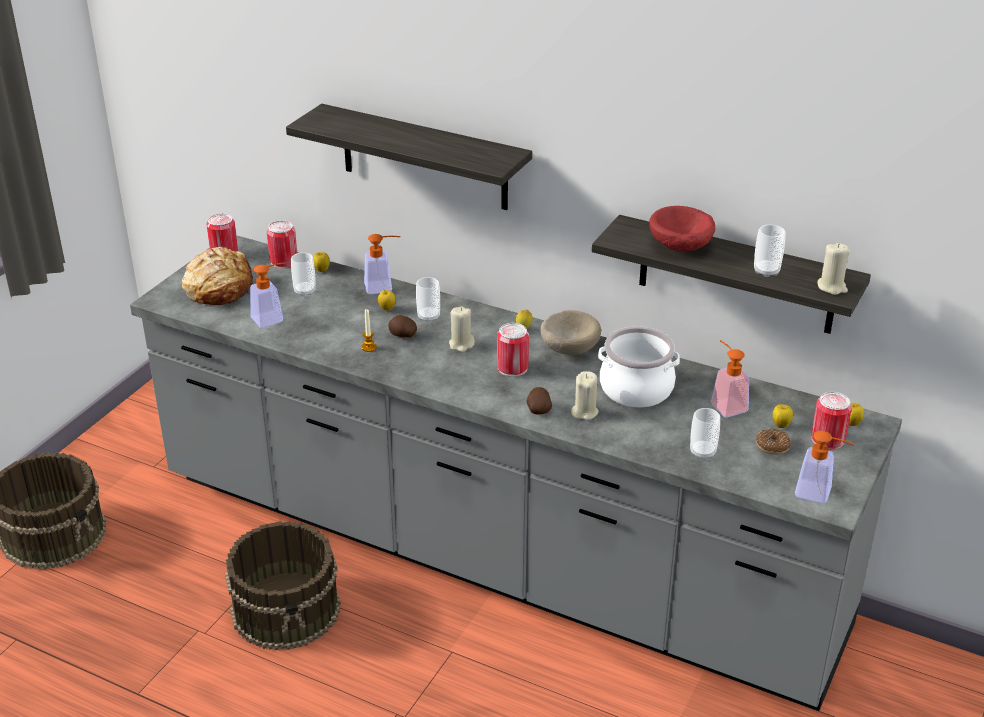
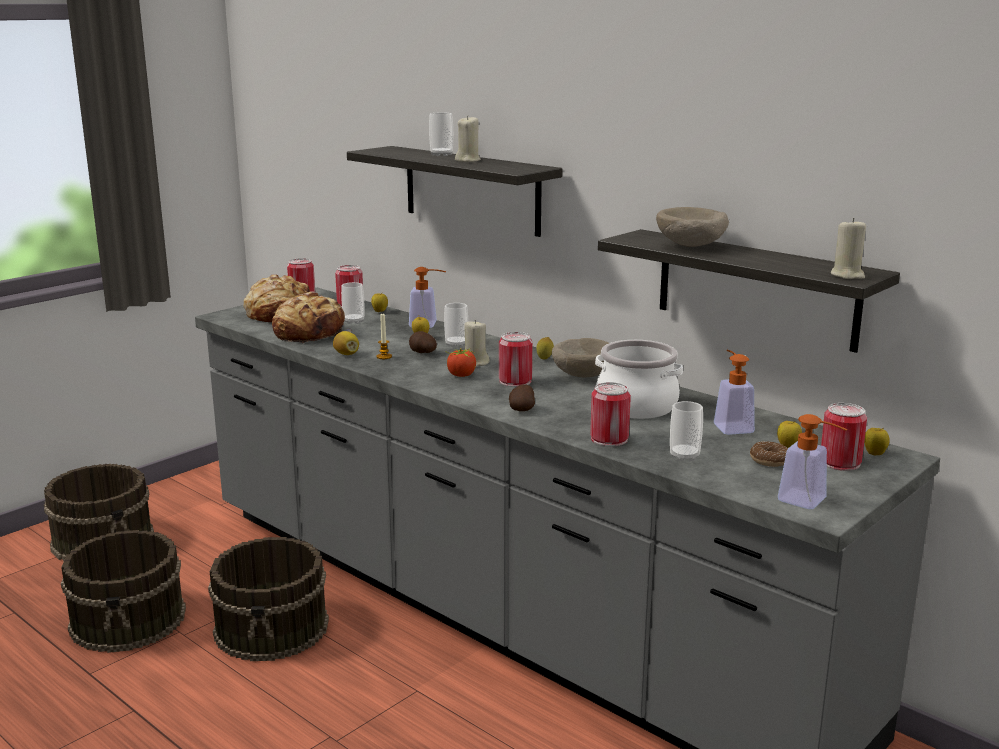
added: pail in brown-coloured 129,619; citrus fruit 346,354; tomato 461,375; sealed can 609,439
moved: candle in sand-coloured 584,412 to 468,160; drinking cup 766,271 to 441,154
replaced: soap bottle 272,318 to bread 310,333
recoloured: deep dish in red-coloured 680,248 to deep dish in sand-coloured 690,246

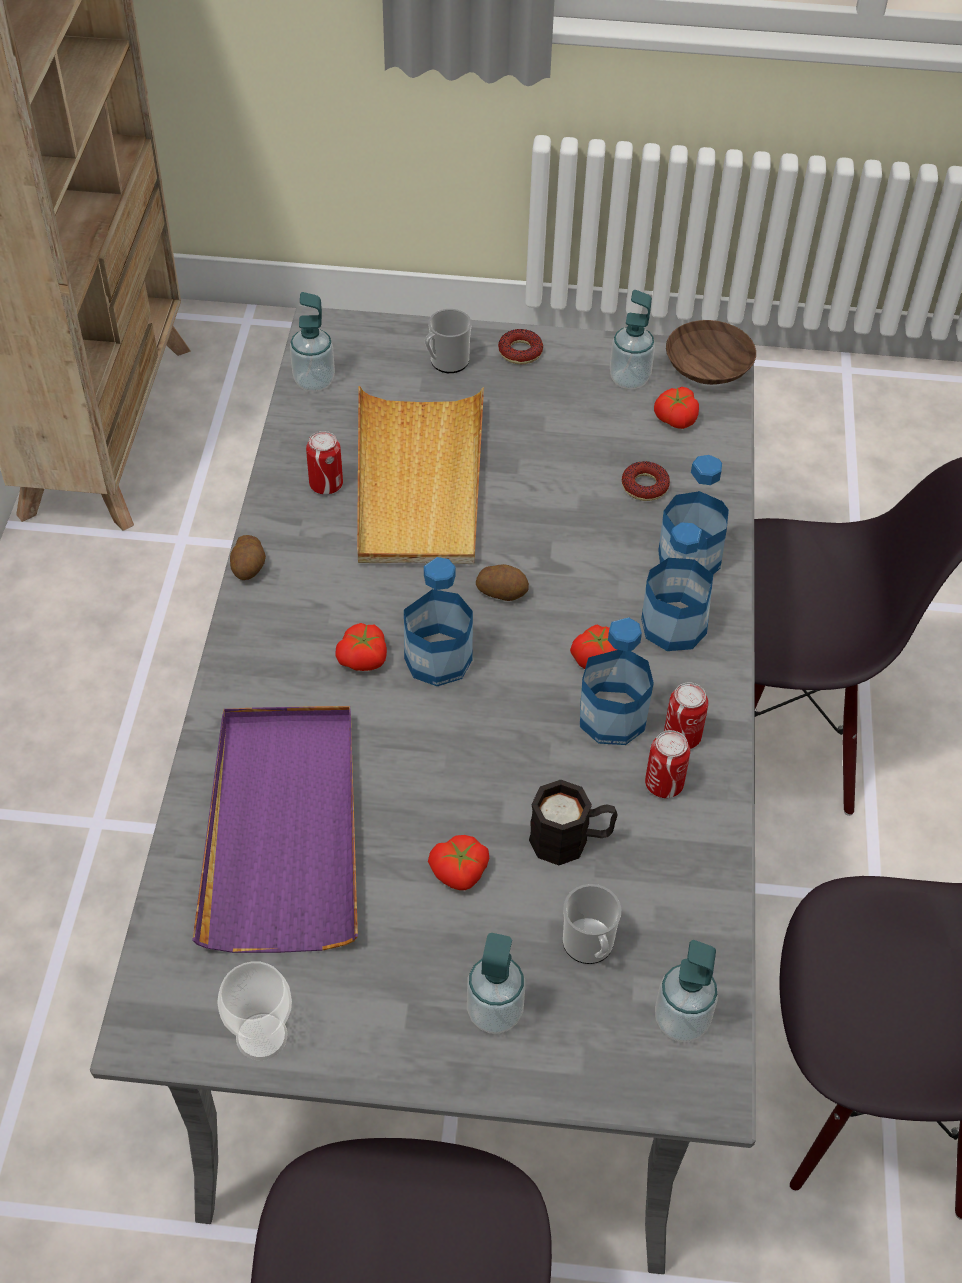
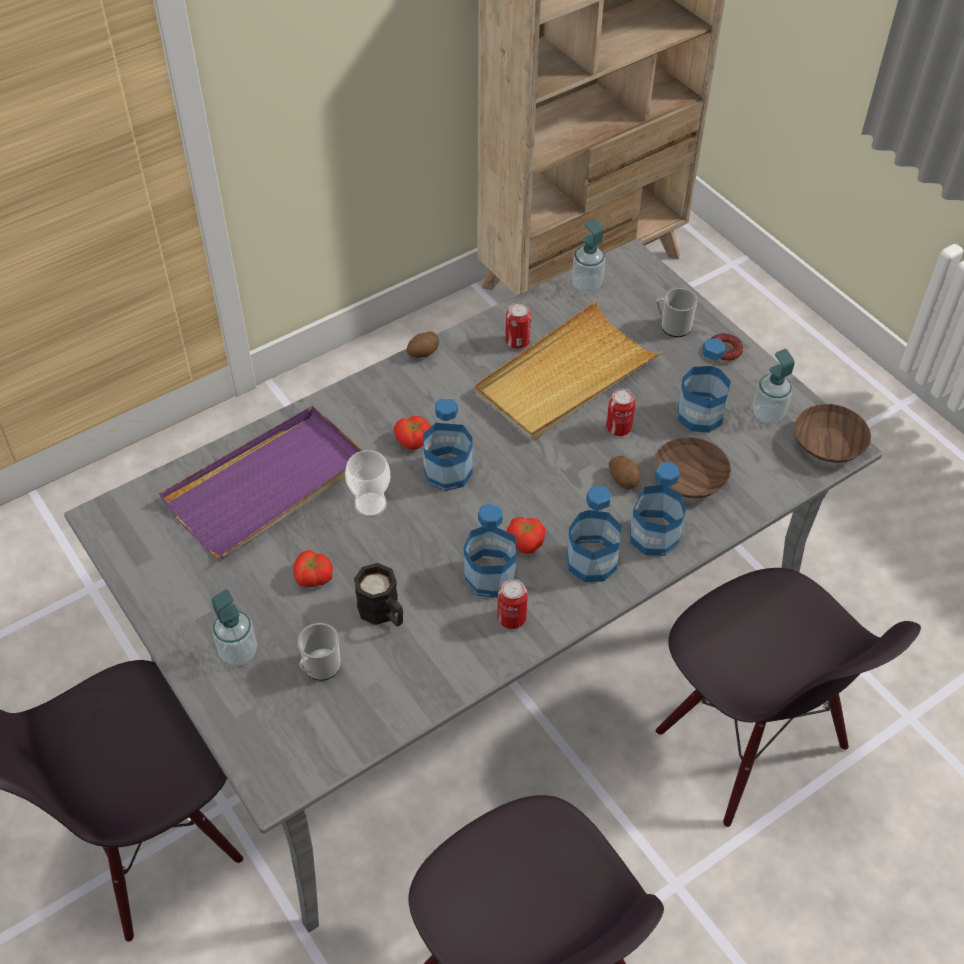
removed: tomato 674,419; soap bottle 681,1020
added: beverage bottle 700,415
moved: drinking cup 261,1036 to 370,505; whole potato 502,591 to 624,479; sealed can 664,784 to 618,428
replaced: donut 645,486 to deep dish in brown-coloured 687,478

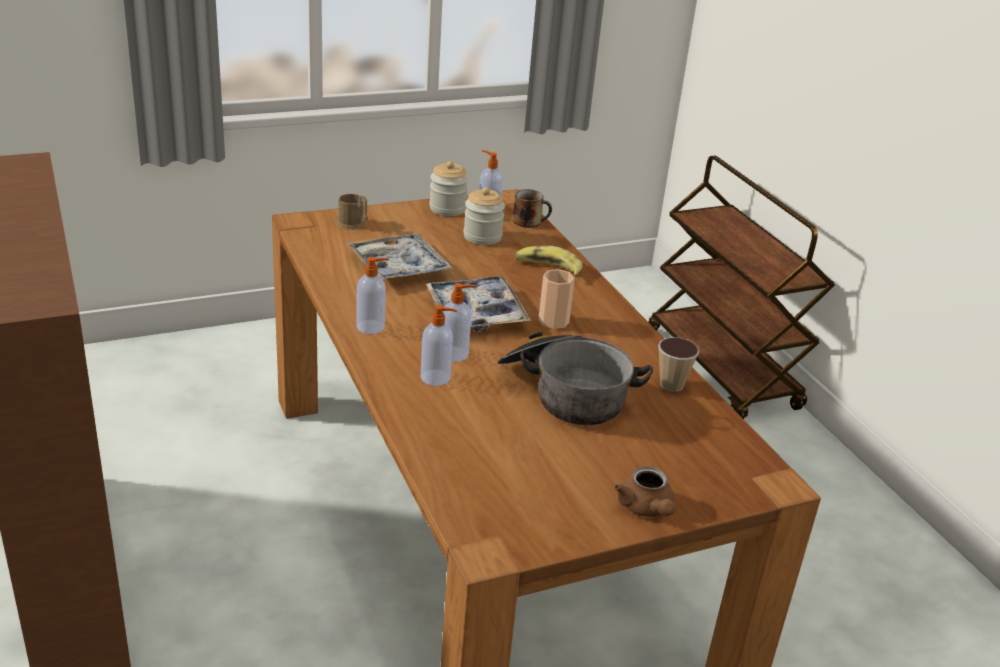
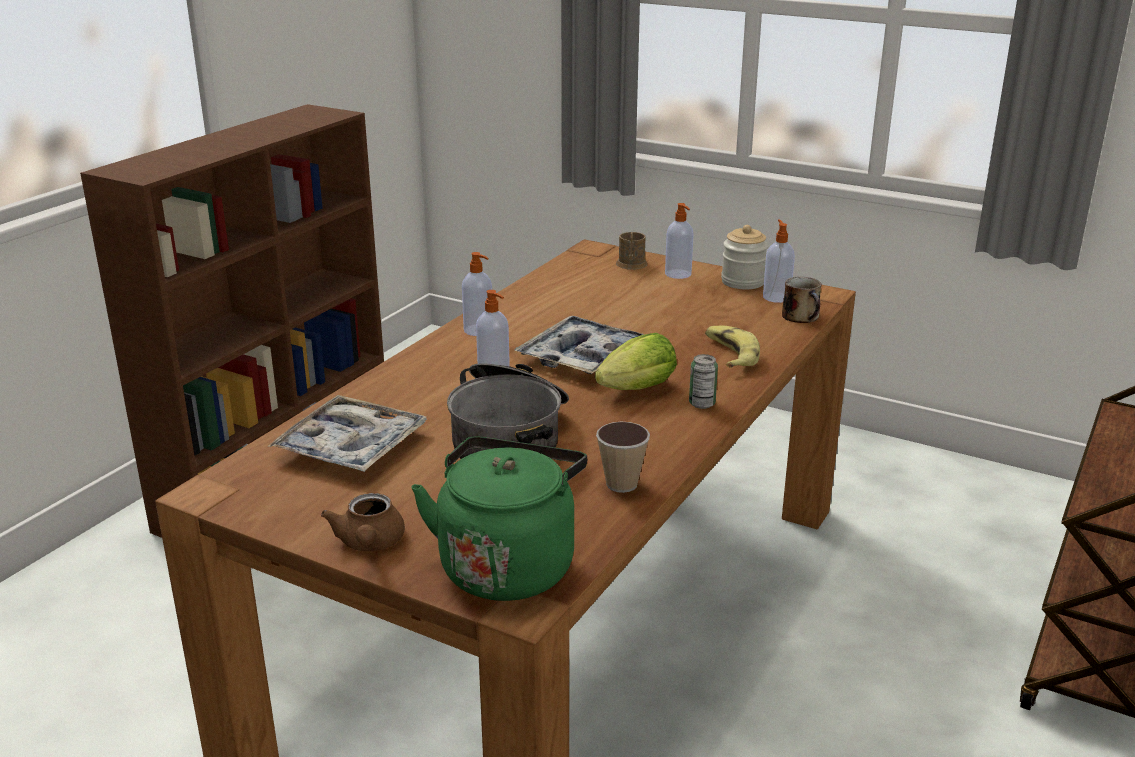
removed: jar 482,236
added: kettle in green-coloured 508,565; sealed can 702,404
moved: serving tray 398,267 to 351,446; soap bottle 436,378 to 678,274
replaced: drinking cup 553,321 to head of lettuce 633,391
turned: teapot in brown-coloured 646,509 = 369,544 45 degrees counterclockwise

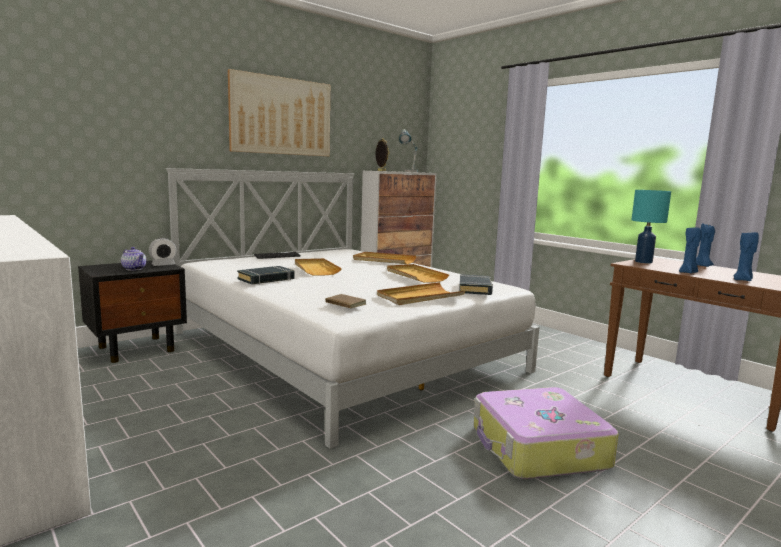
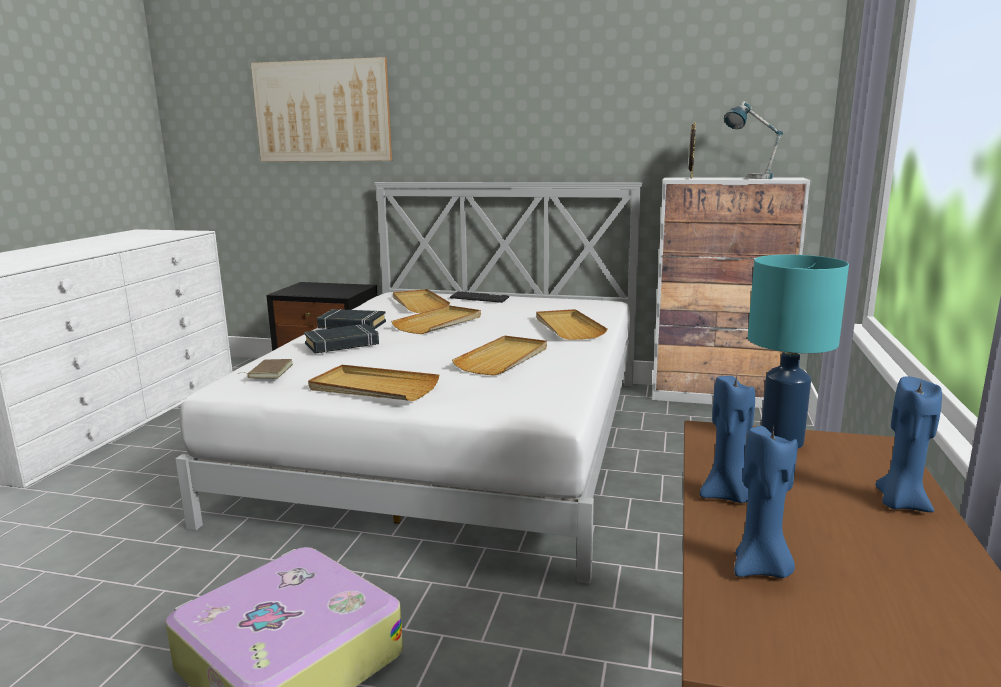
removed: teapot 135,269; alarm clock 163,265
added: serving tray in sand-coloured 419,304
moved: wall art 281,116 to 322,111; bound book in black 475,288 to 342,344

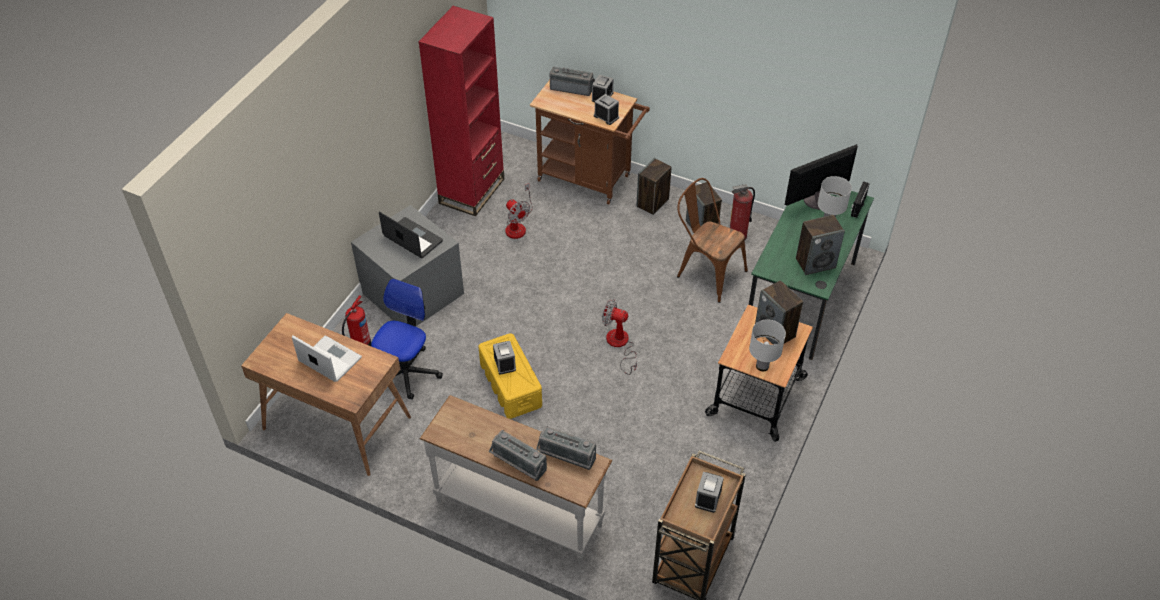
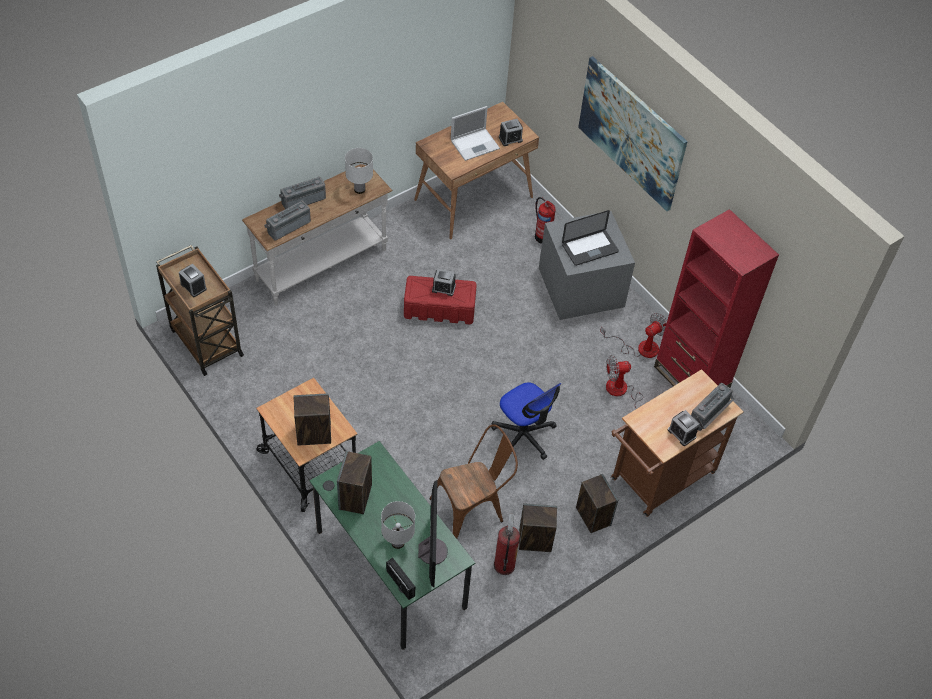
added: wall art 631,133
moved: computer chair 406,372 to 523,436; alarm clock 606,116 to 510,139; cooling fan 619,345 to 640,347; lamp for a table in white 762,366 to 360,189
recoloured: storage bin in yellow-coloured 510,385 to storage bin in red-coloured 440,309

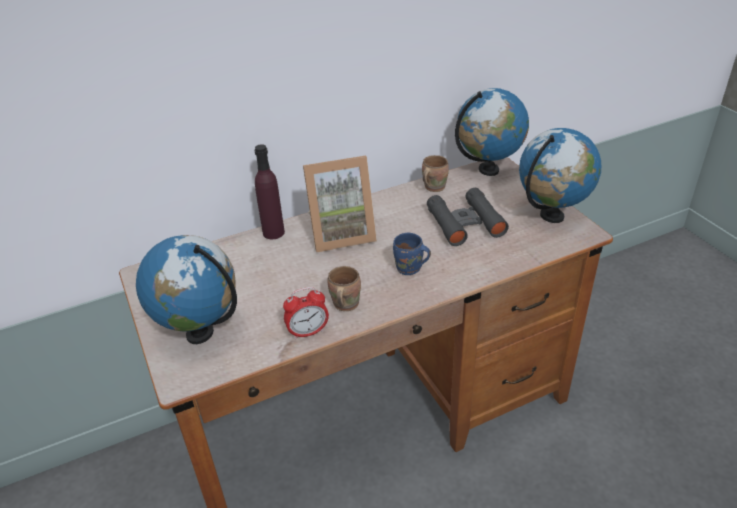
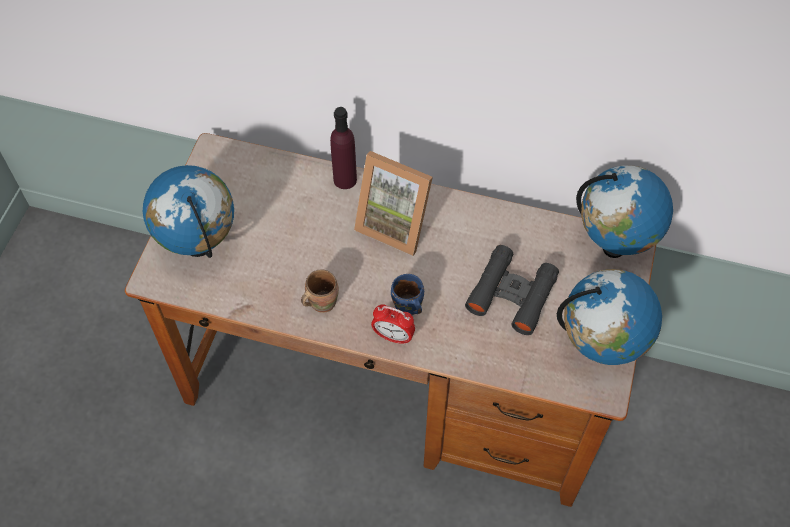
removed: tea mug in brown-coloured 432,187
moved: alarm clock 308,332 to 393,336

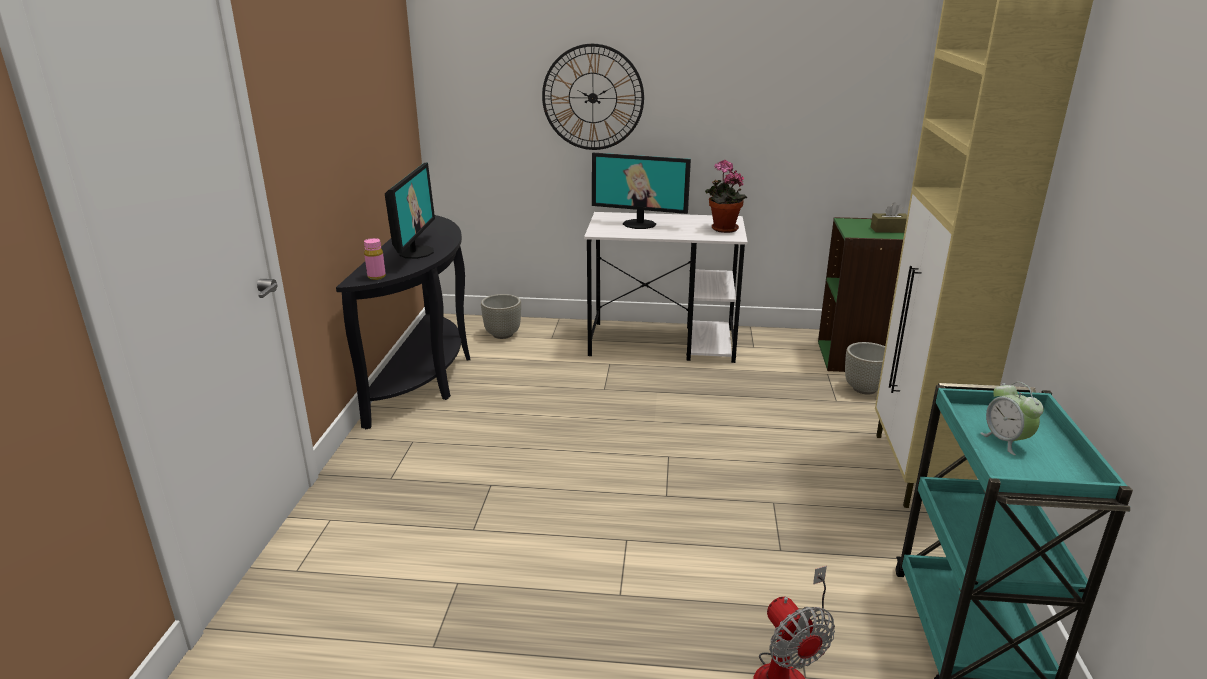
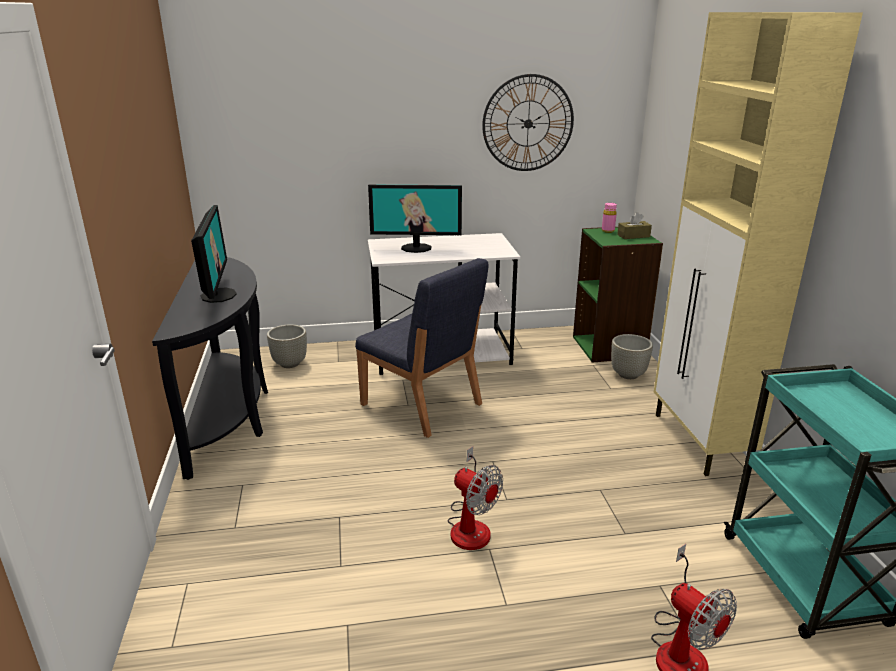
removed: potted plant 722,229; alarm clock 1006,441
added: plain chair in bluish 422,405; cooling fan 471,525
moved: beverage bottle in pink 376,277 to 608,231; wall clock 592,98 to 528,123

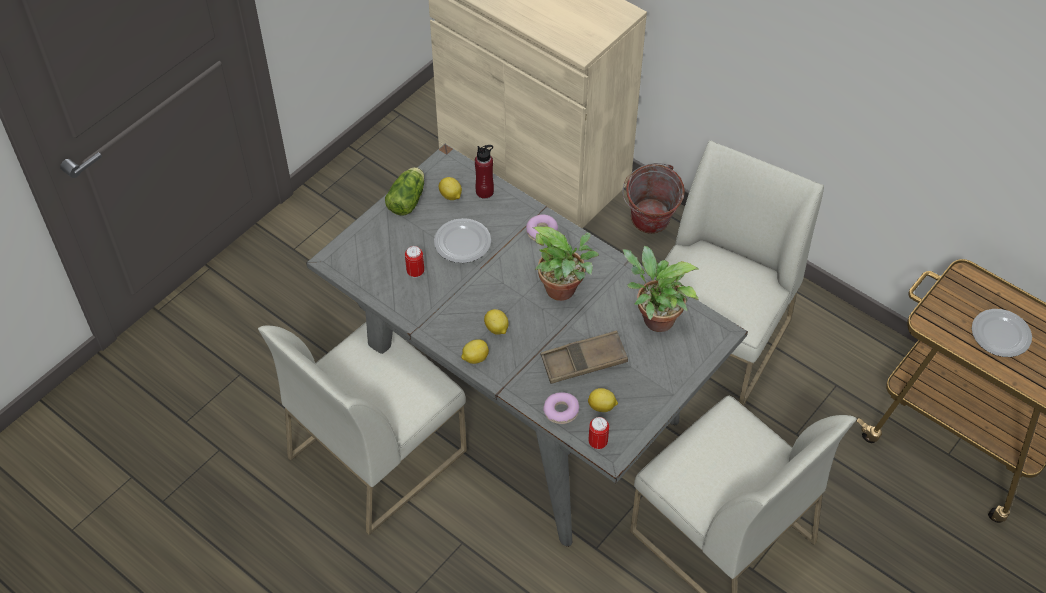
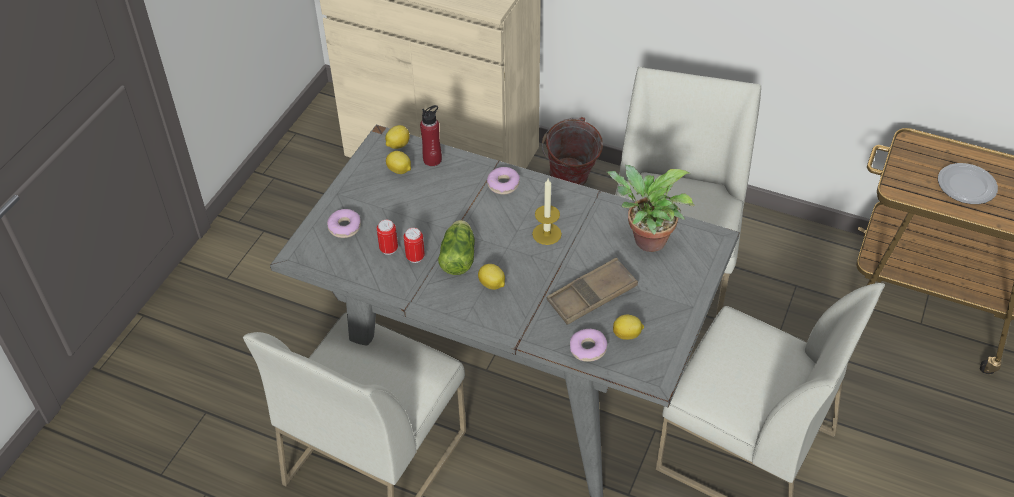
removed: dinner plate 462,243
added: donut 344,227
moved: head of lettuce 408,199 to 458,256; citrus fruit 475,358 to 397,145; sealed can 597,442 to 415,257
replaced: potted plant 564,290 to candle 547,234

